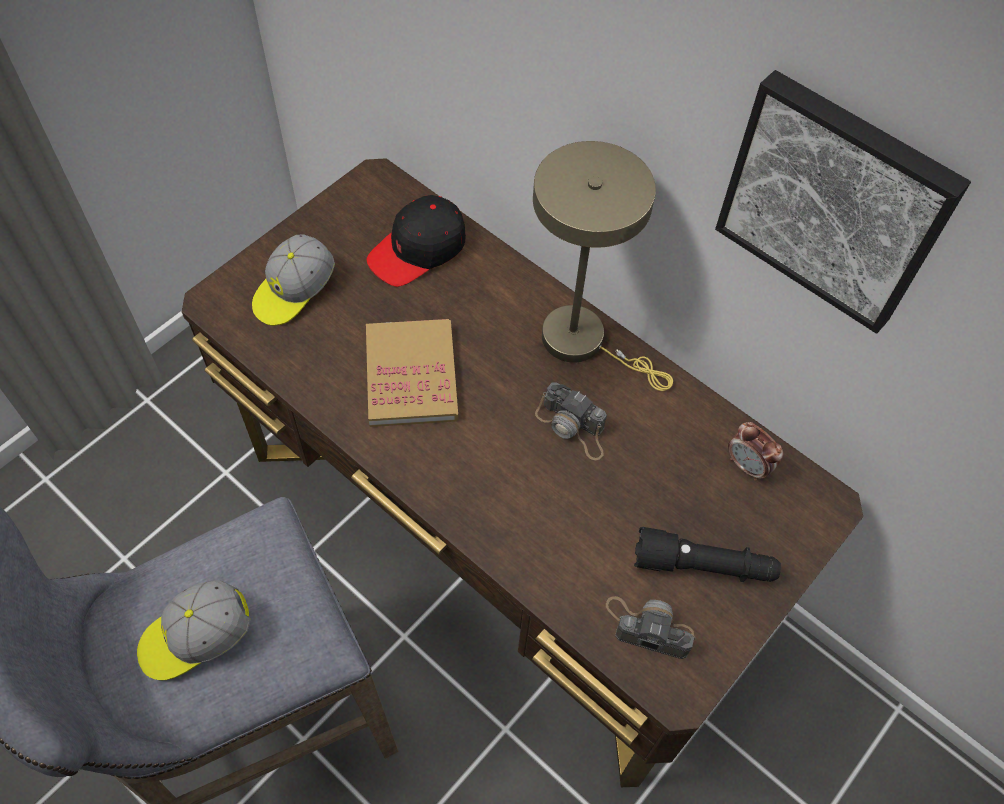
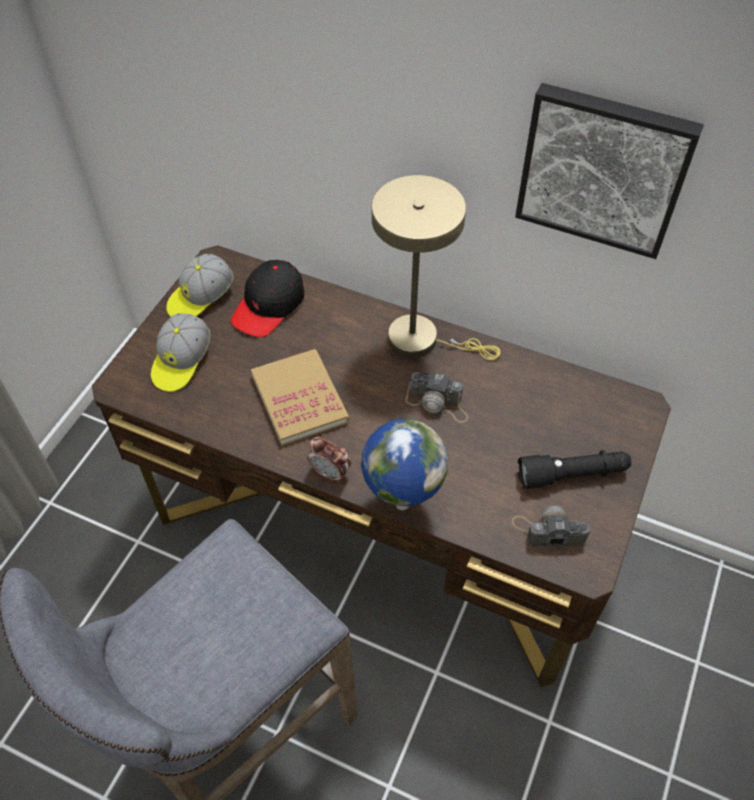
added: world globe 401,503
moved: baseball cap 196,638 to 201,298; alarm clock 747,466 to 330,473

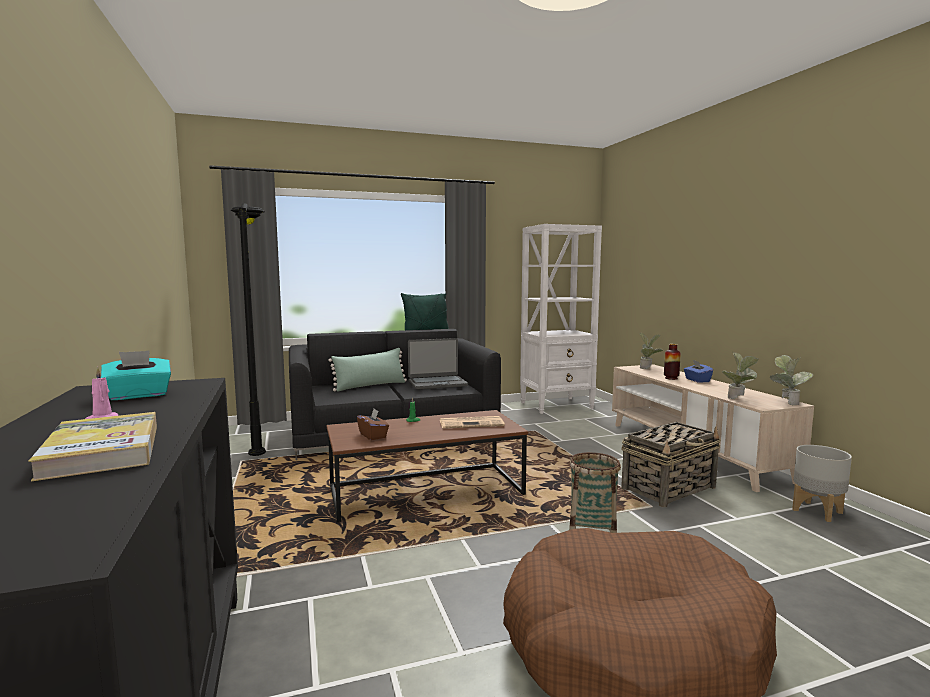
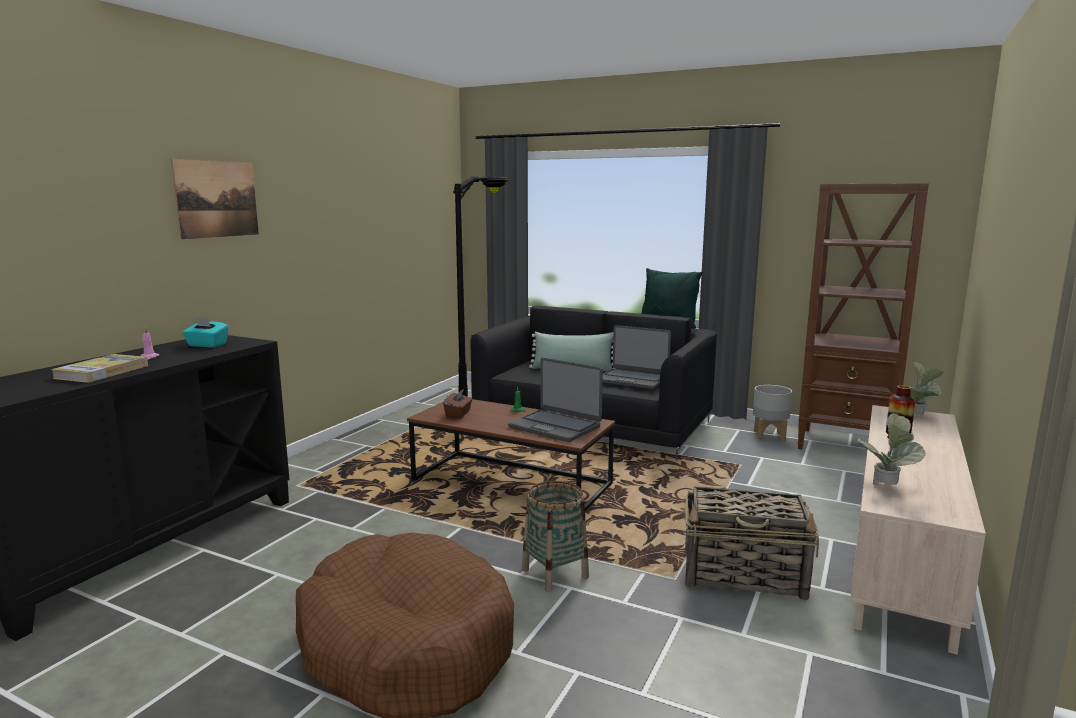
removed: box of tissues in bluish 697,380; potted plant 787,402
added: wall art 217,199
moved: planter in greyish 818,511 to 769,436
replaced: printed paper 472,423 to notebook computer 555,426
recoloured: bookcase in white 557,405 to bookcase in brown-coloured 846,445

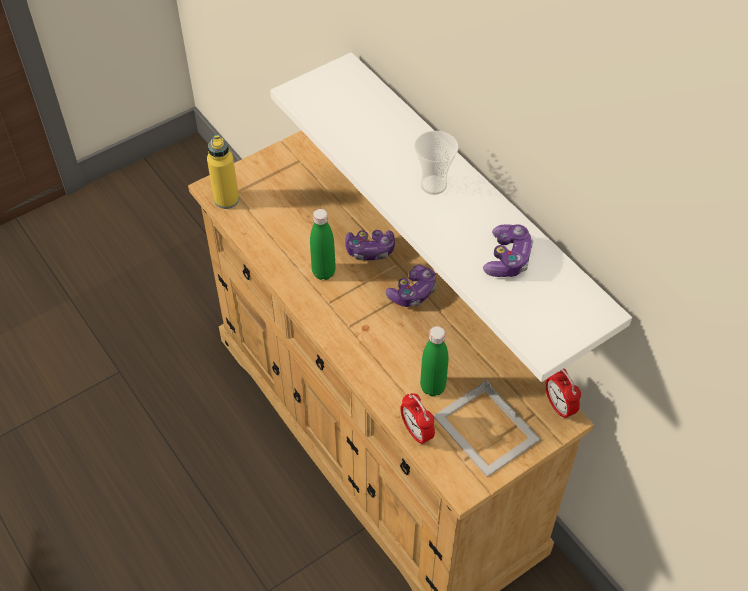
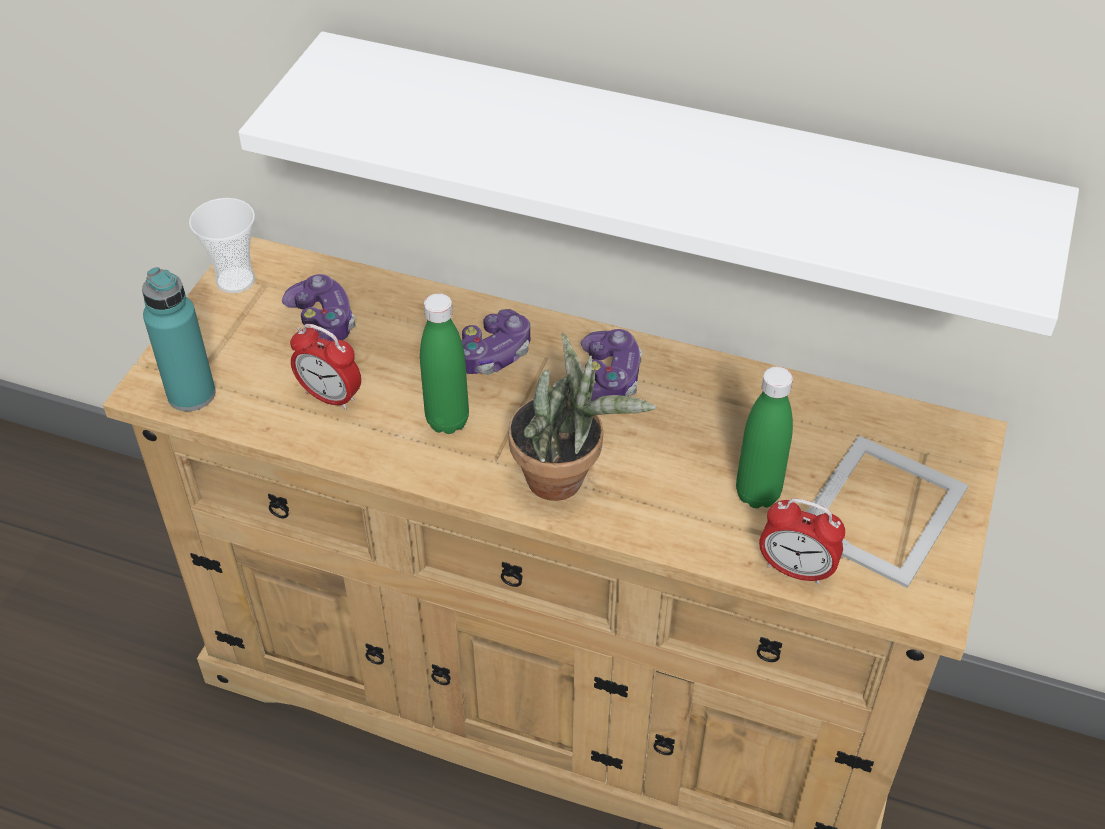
added: potted plant 564,480
moved: drinking cup 433,185 to 235,280; gamepad 507,258 to 321,325; alarm clock 559,407 to 330,396
recoloured: beverage bottle in yellow-coloured 226,199 to beverage bottle in blue-green 191,394
turned: picture frame 486,429 = 884,508 75 degrees counterclockwise

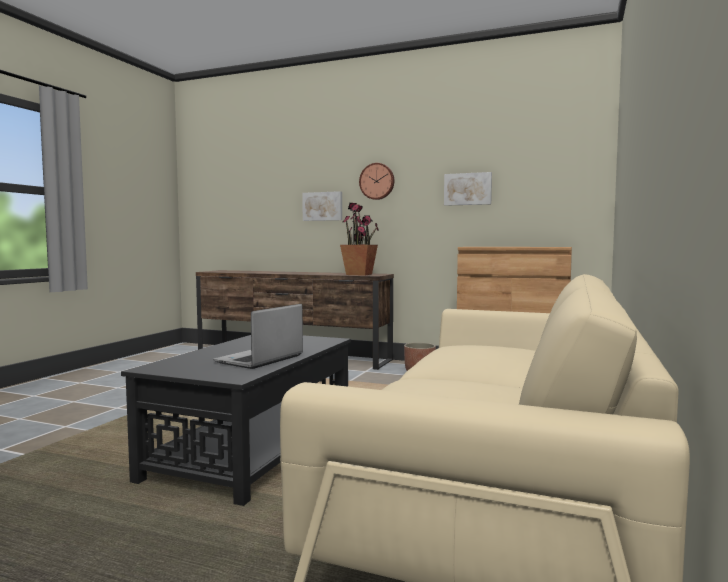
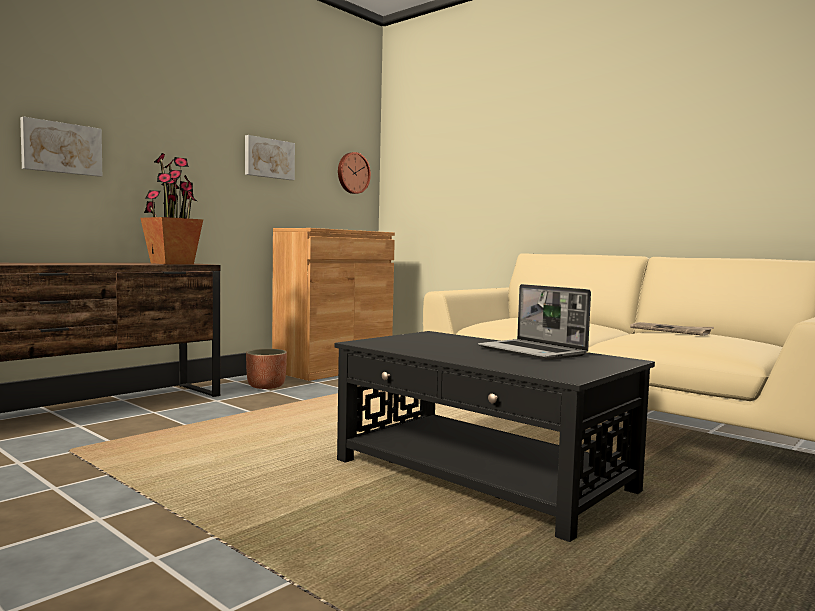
added: printed paper 671,331
moved: wall clock 377,181 to 352,173

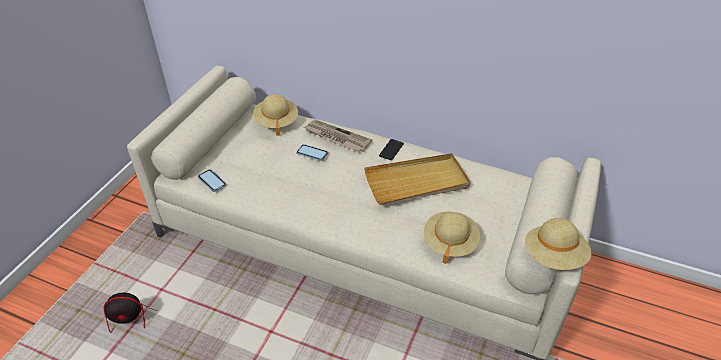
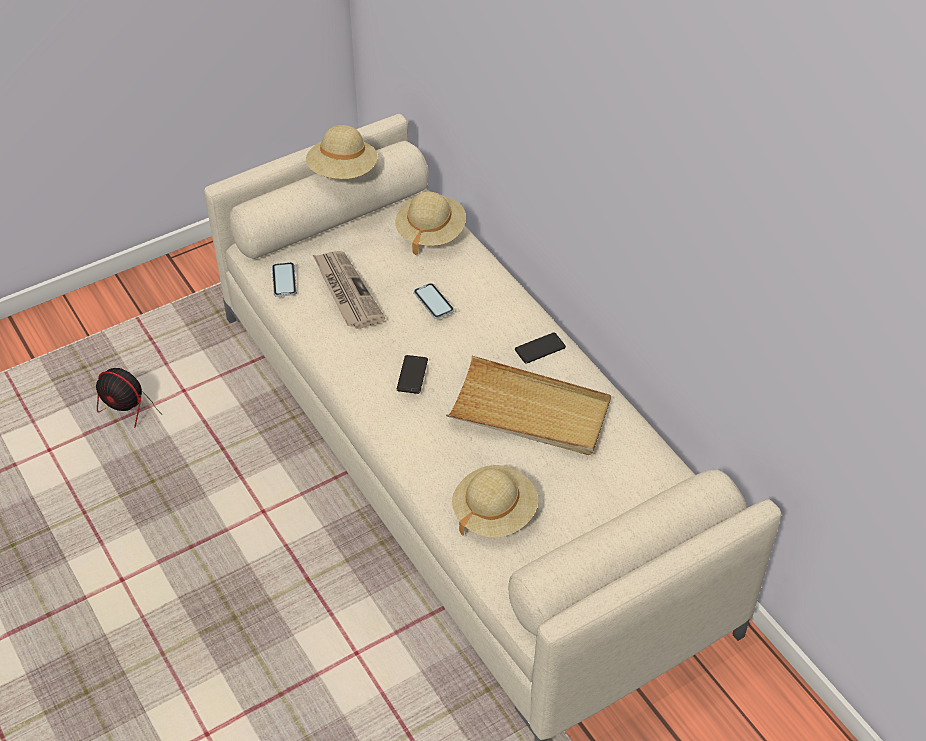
added: phone 412,375
moved: printed paper 336,137 to 346,291; hat in sand-coloured 554,257 to 343,172

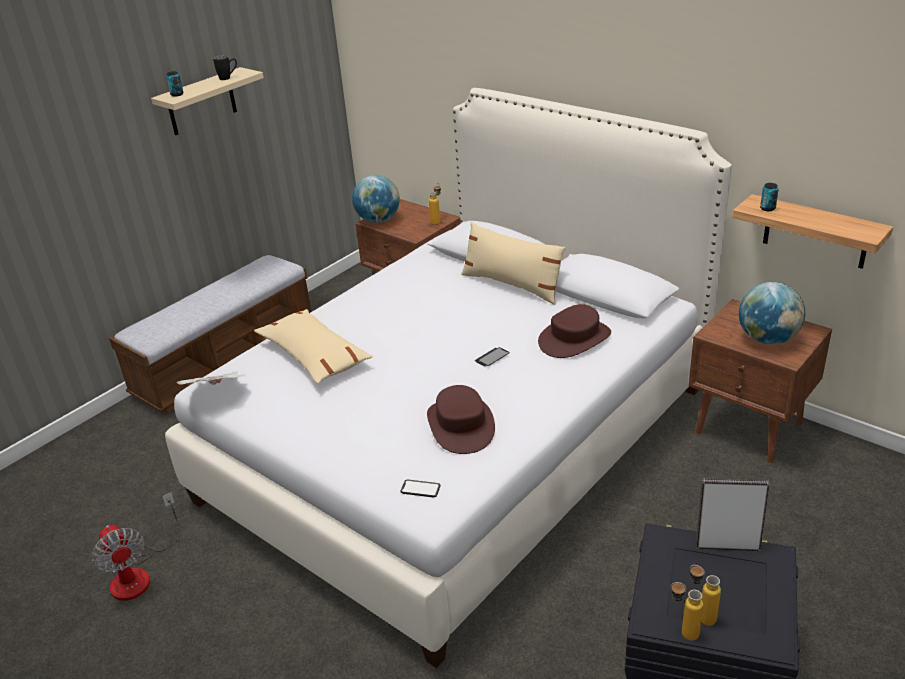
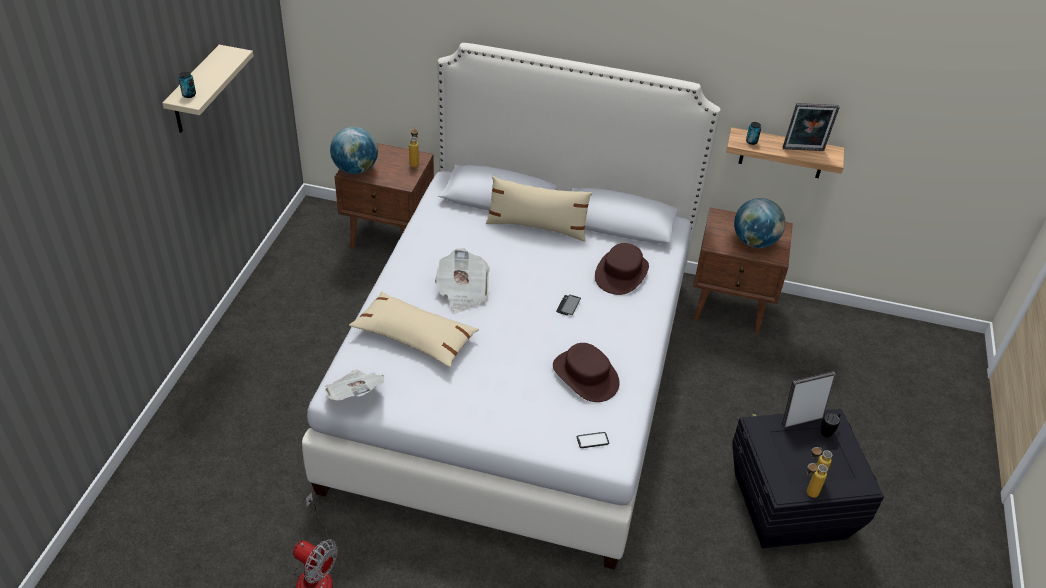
removed: indoor bench 227,360
added: printed paper 462,292; picture frame 803,150
moved: tea mug in black 228,78 to 828,431

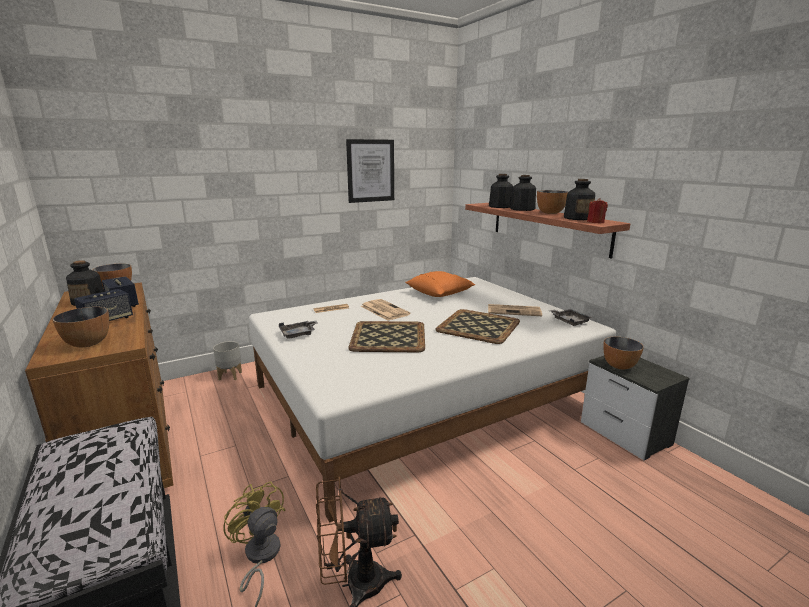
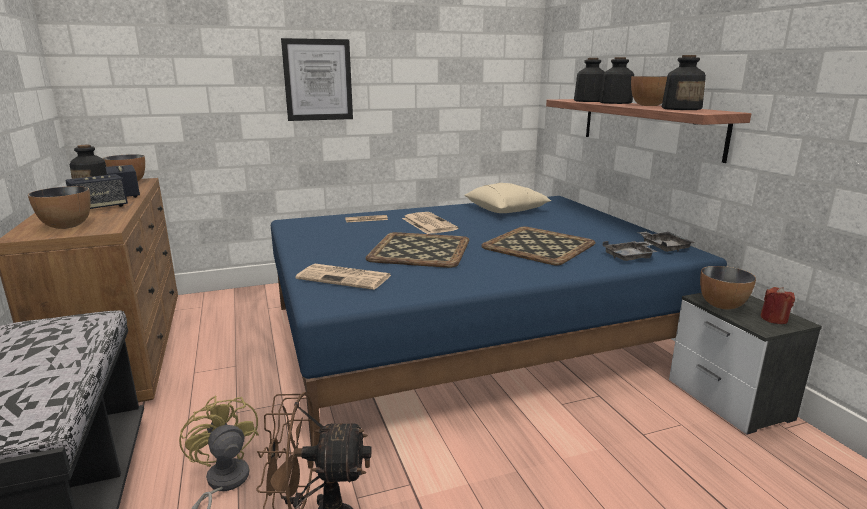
removed: planter in greyish 230,375
moved: serving tray in greyish 299,334 to 630,257; wall art 370,171 to 318,80; printed paper 514,311 to 345,277; candle in red-coloured 595,222 to 774,319
recoloured: sleeping bed in white 424,396 to sleeping bed in bluish 471,334; throw pillow in orangey 439,293 to throw pillow in sand-coloured 506,209

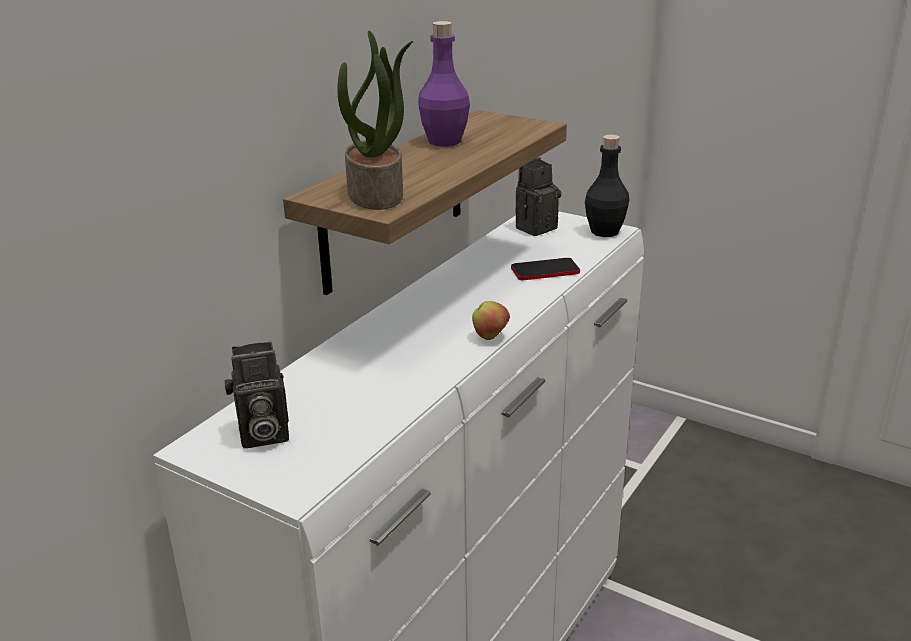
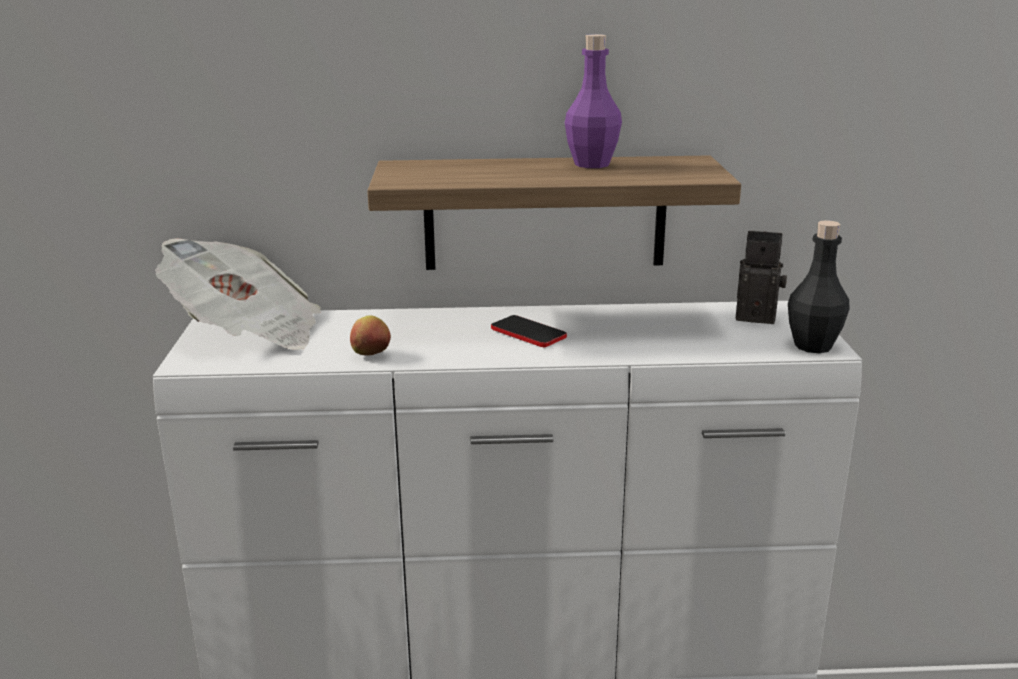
removed: potted plant 377,195
moved: apple fruit 490,337 to 371,355; phone 545,271 to 528,333
replaced: still camera 261,435 to printed paper 248,332

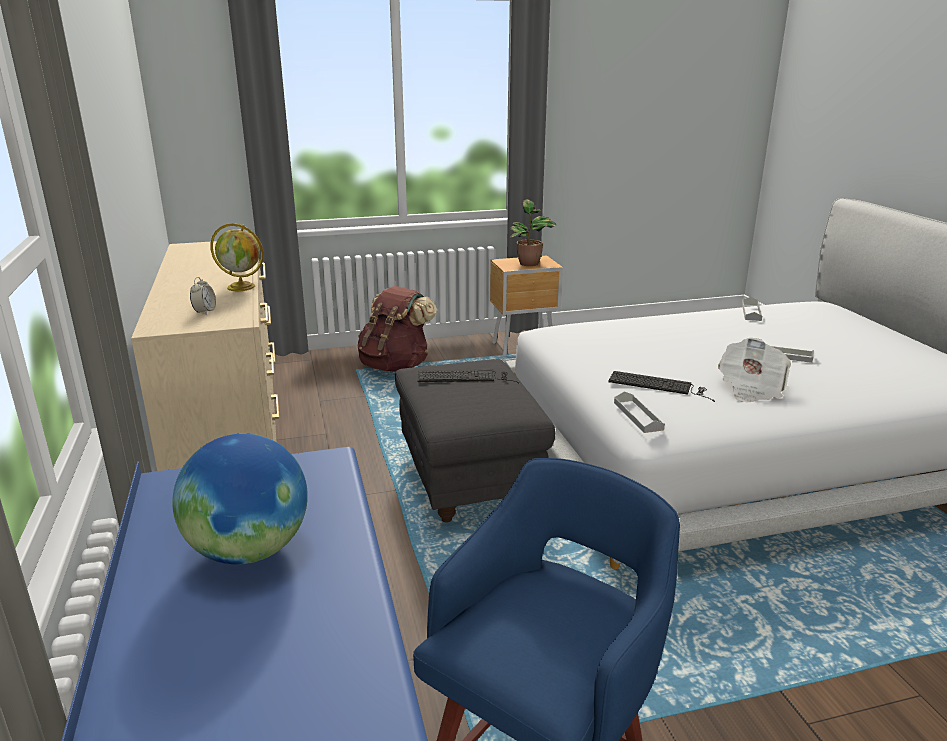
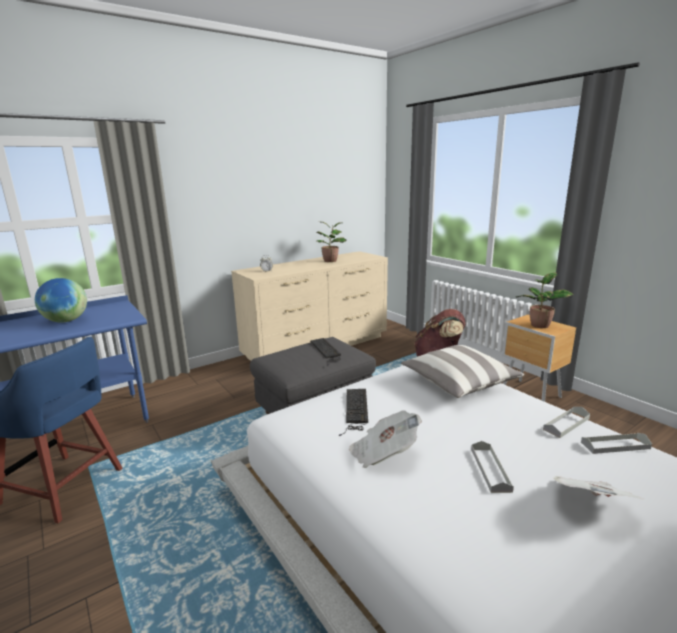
removed: world globe 242,287
added: potted plant 331,261; throw pillow 459,383; printed paper 592,504
moved: serving tray in greyish 638,416 to 566,424

